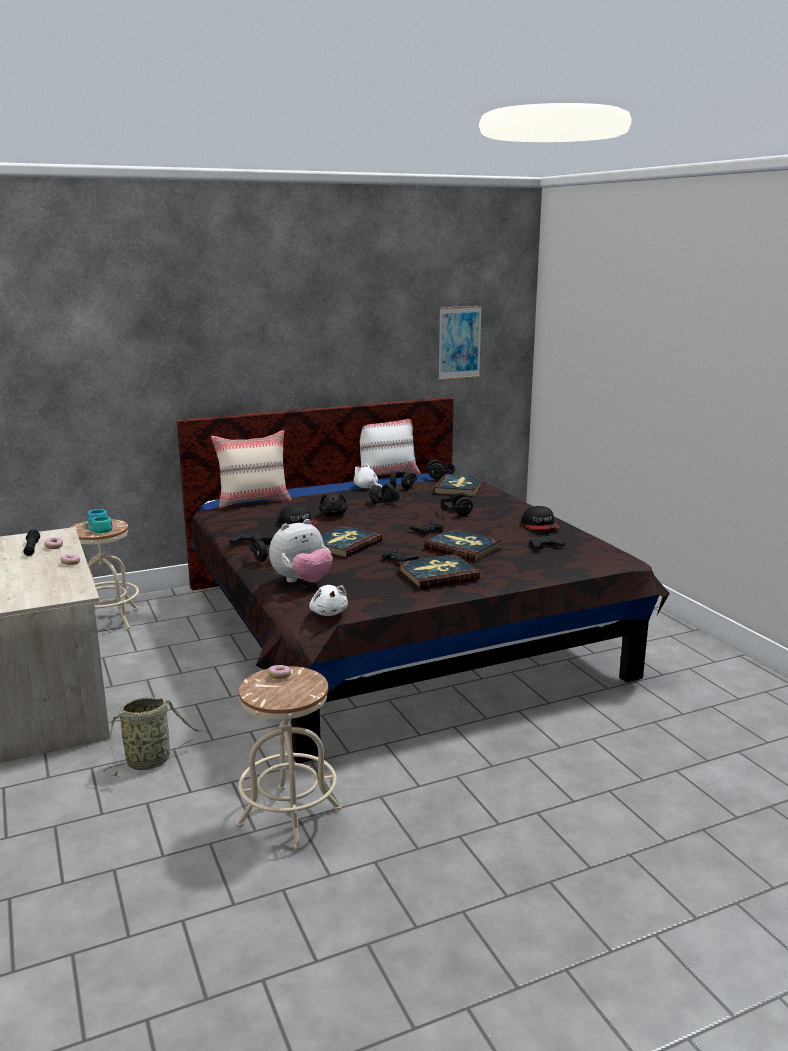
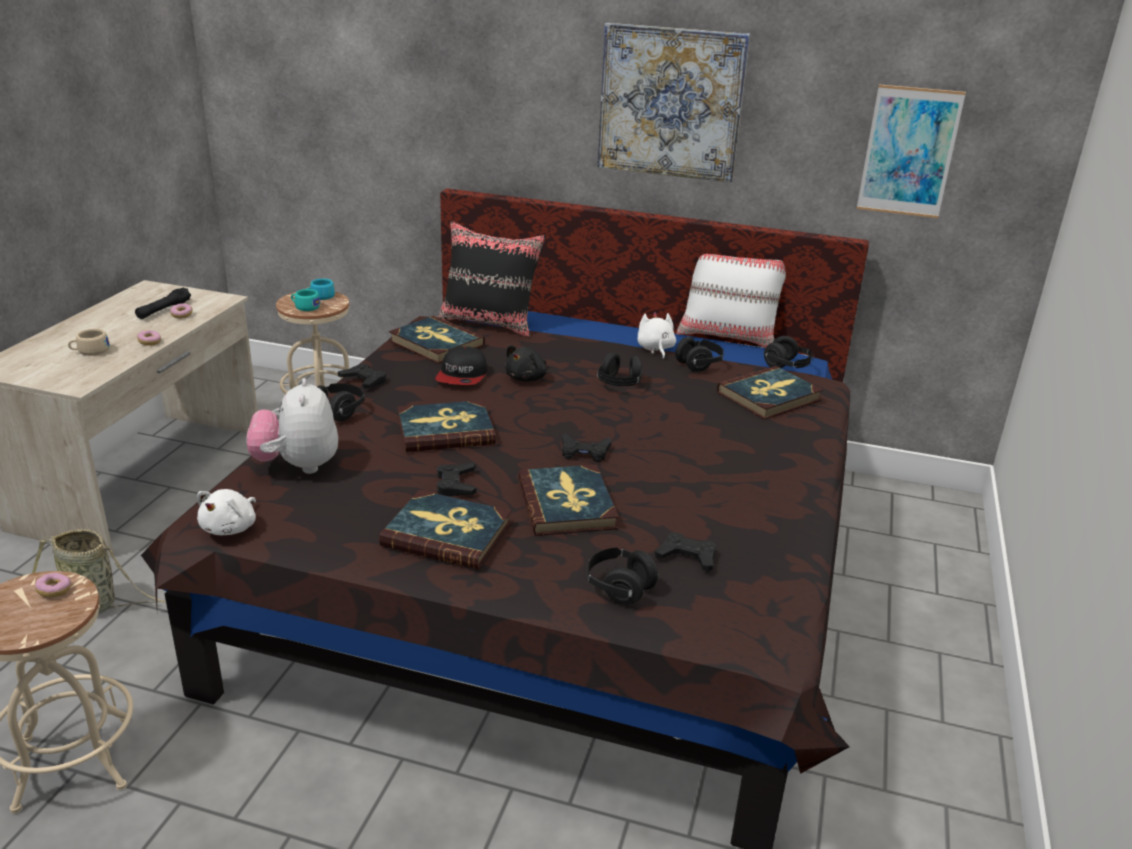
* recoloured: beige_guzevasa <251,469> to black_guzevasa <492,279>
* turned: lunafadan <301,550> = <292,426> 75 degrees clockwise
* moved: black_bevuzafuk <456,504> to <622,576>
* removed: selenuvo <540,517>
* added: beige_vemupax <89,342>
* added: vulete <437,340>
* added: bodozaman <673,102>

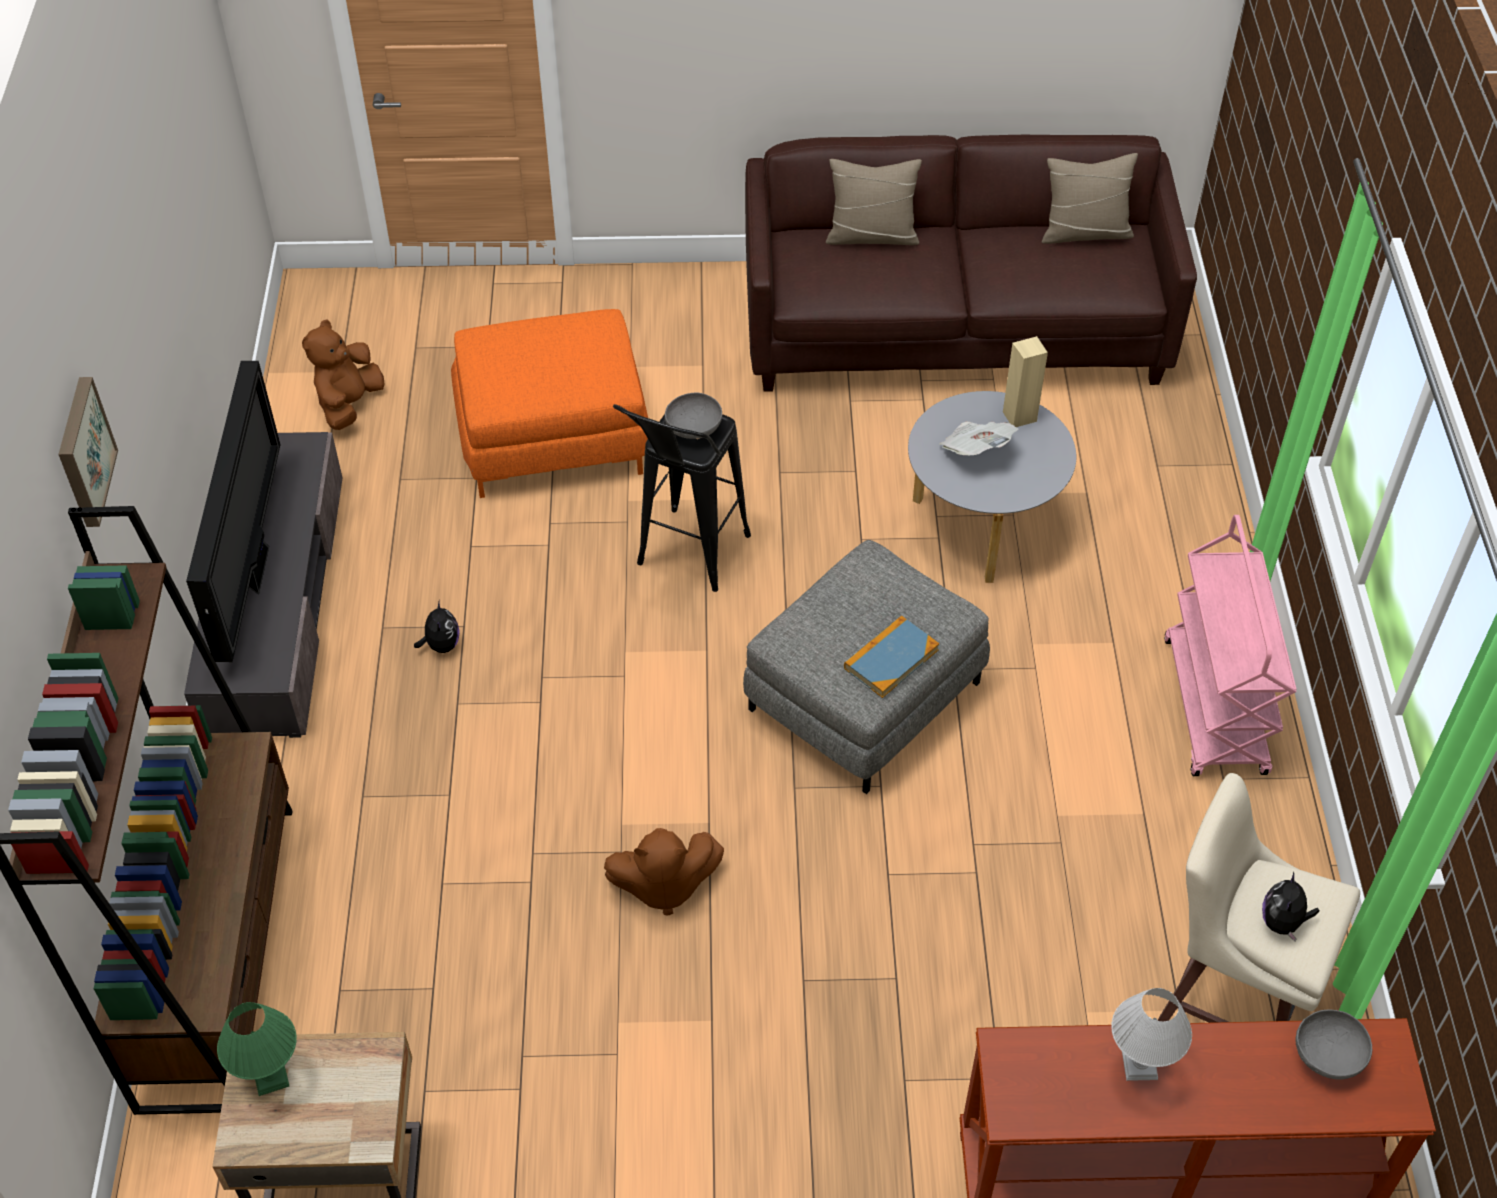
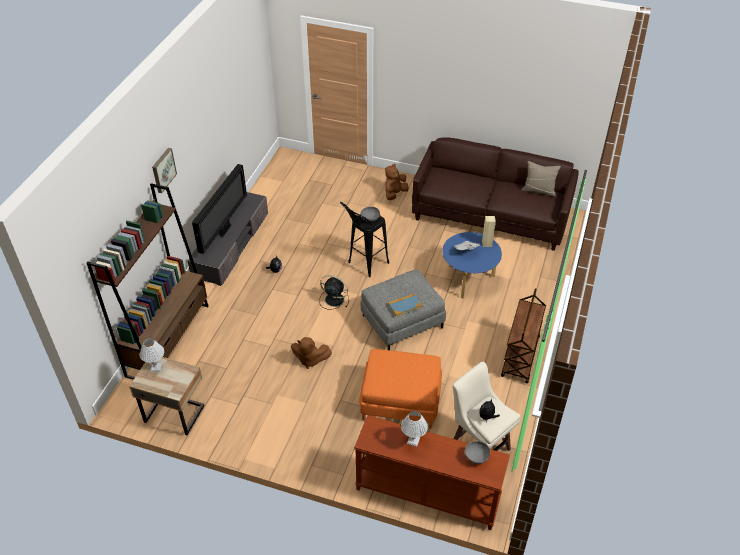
* recoloured: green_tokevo <257,1049> to white_tokevo <152,355>
* moved: brown_lunafadan <343,374> to <397,182>
* moved: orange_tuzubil <549,403> to <400,389>
* removed: beige_guzevasa <874,202>
* recoloured: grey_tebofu <992,487> to blue_tebofu <472,265>
* recoloured: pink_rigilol <1230,645> to brown_rigilol <523,335>
* added: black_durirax <334,292>

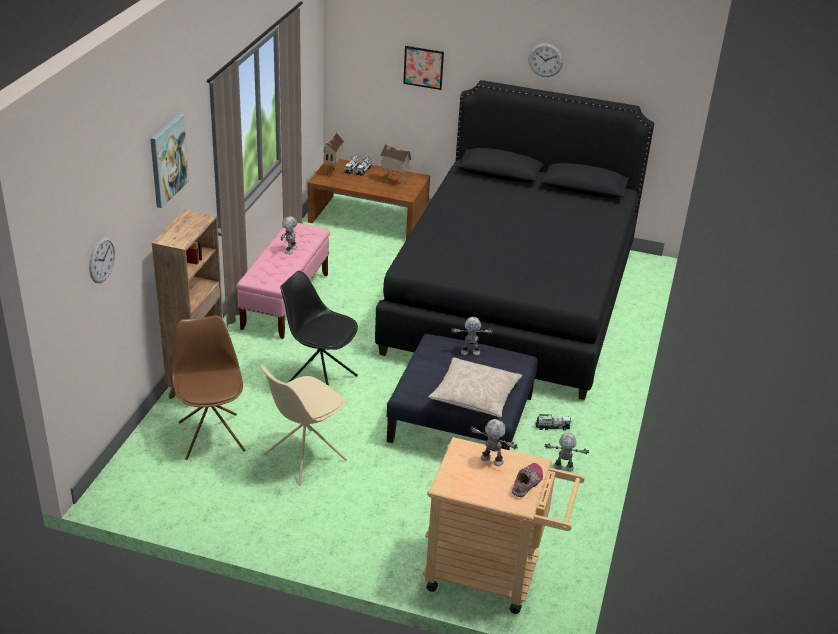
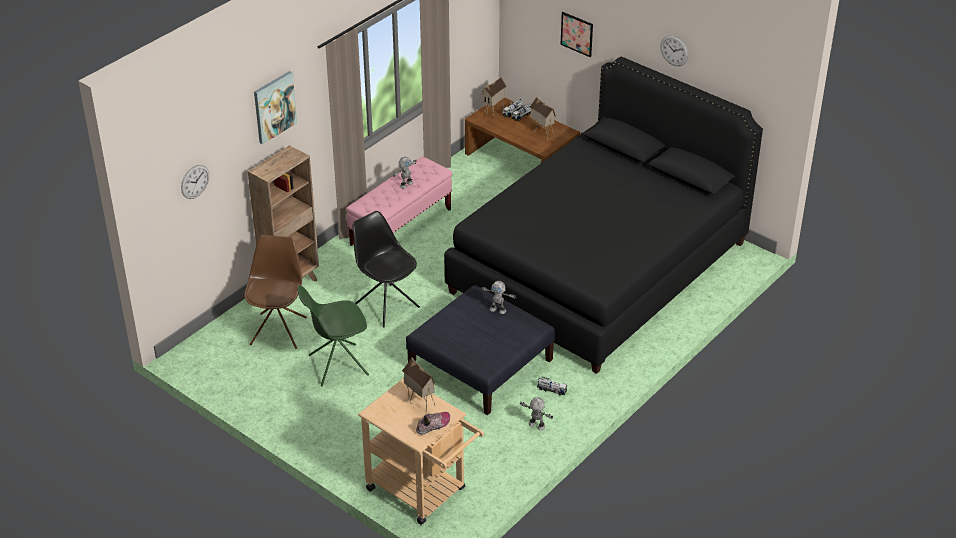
* recoloured: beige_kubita <303,425> to green_kubita <333,335>
* removed: beige_guzevasa <475,387>
* replaced: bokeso <494,442> to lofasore <419,385>

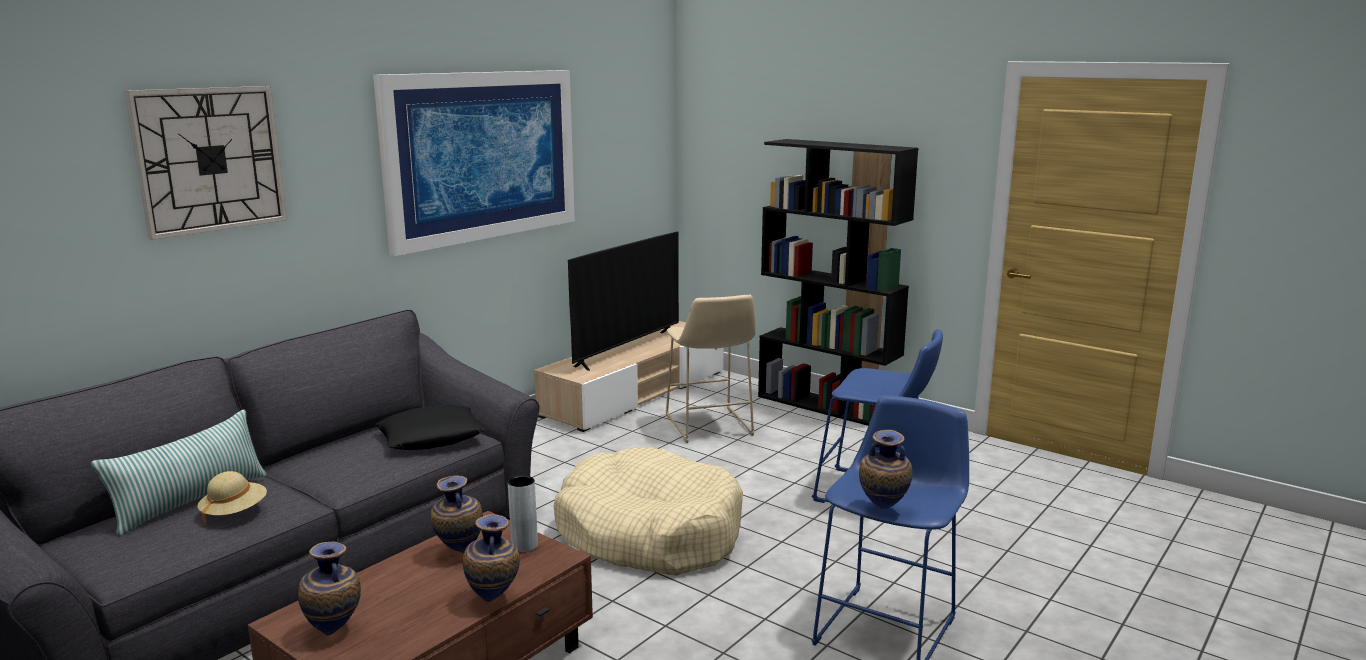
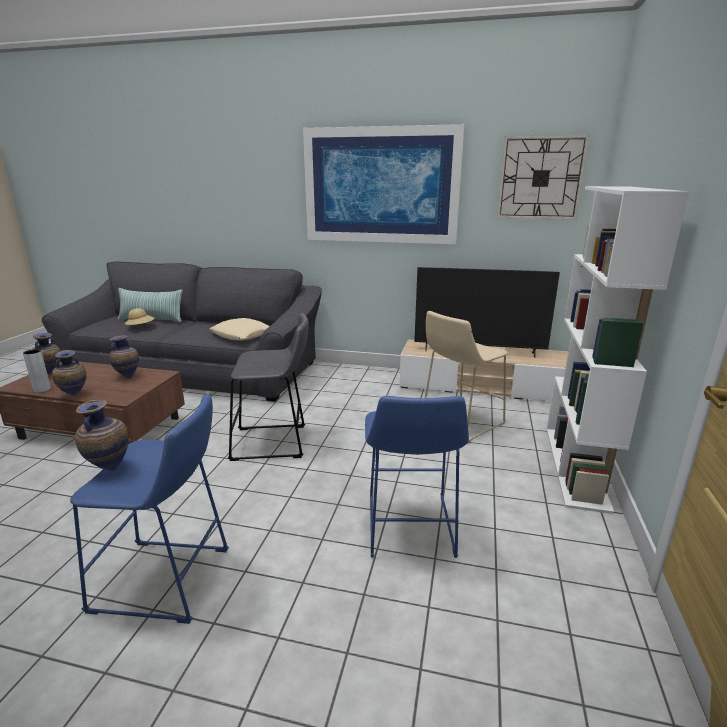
* moved: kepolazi <206,163> to <543,177>
* recoloured: black_guzevasa <430,427> to beige_guzevasa <239,329>
* moved: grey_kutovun <523,514> to <37,371>
* replaced: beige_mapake <648,511> to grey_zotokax <268,387>
* recoloured: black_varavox <838,282> to white_varavox <618,350>

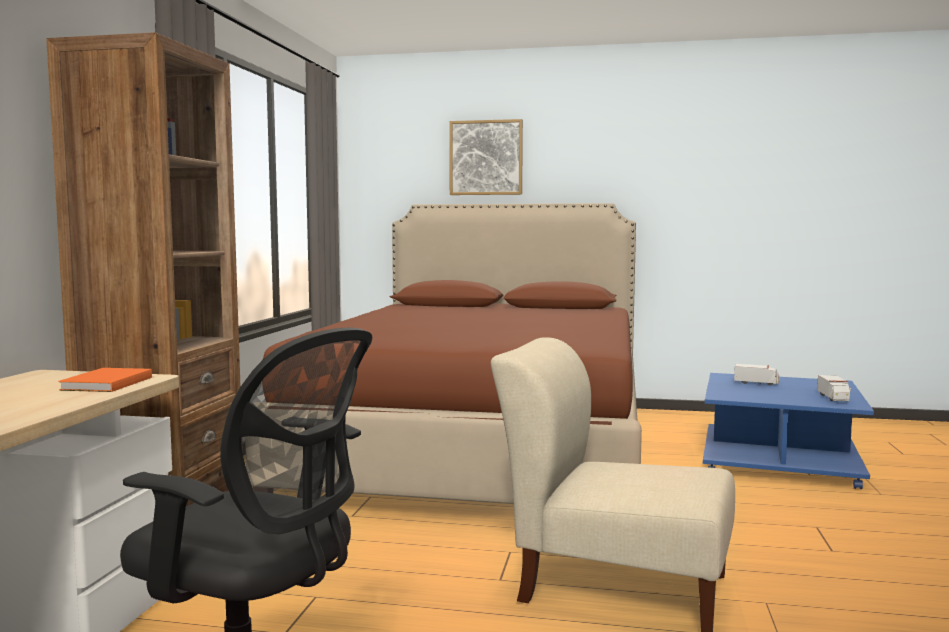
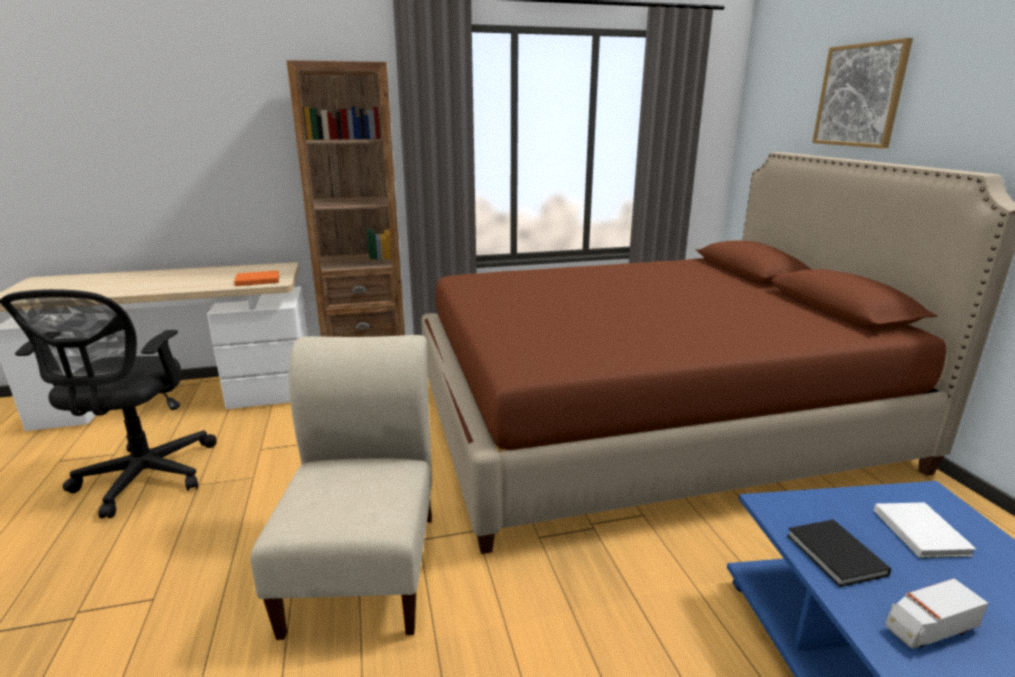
* replaced: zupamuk <756,375> to white_vulete <925,530>
* added: black_vulete <839,553>

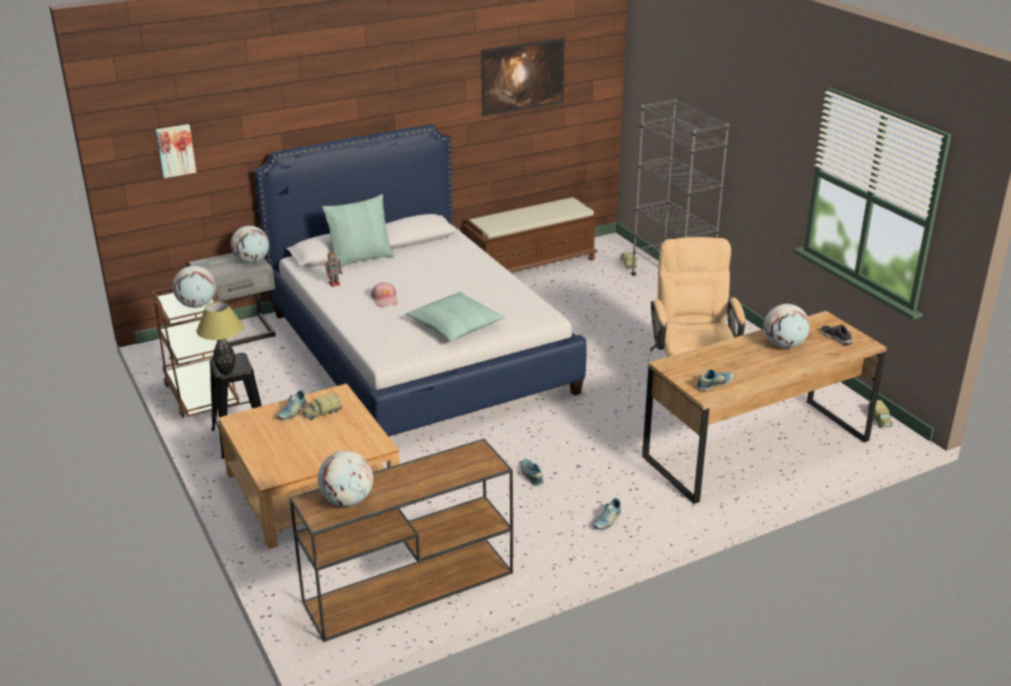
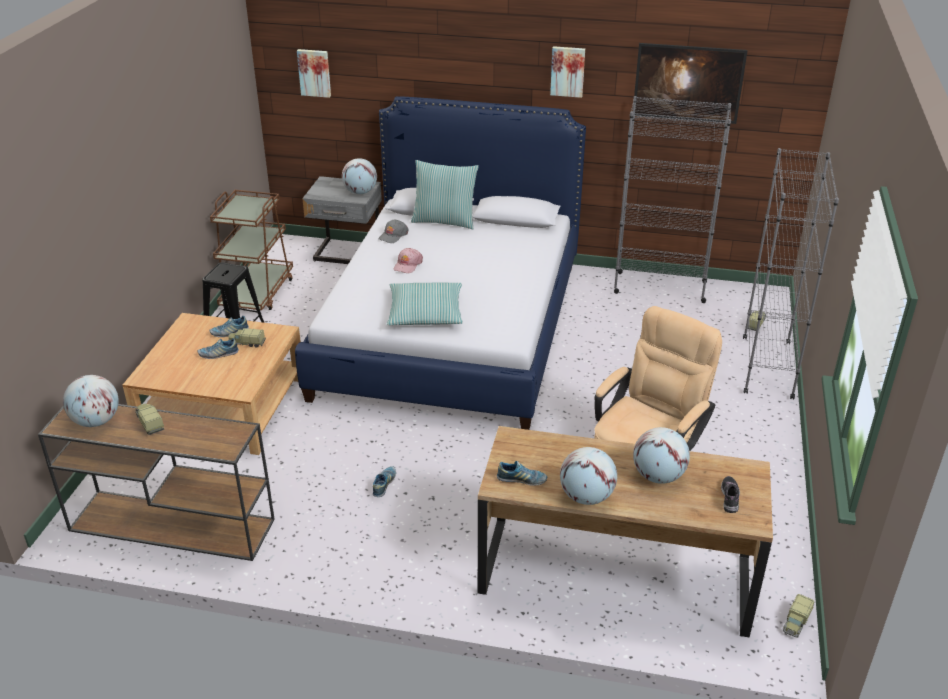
* moved: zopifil <194,287> to <588,476>
* removed: tokevo <220,338>
* replaced: bokeso <333,268> to grey_selenuvo <393,231>
* replaced: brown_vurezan <531,234> to grey_varavox <672,199>
* moved: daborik <607,514> to <218,348>
* added: zupamuk <149,419>
* added: bodozaman <567,72>

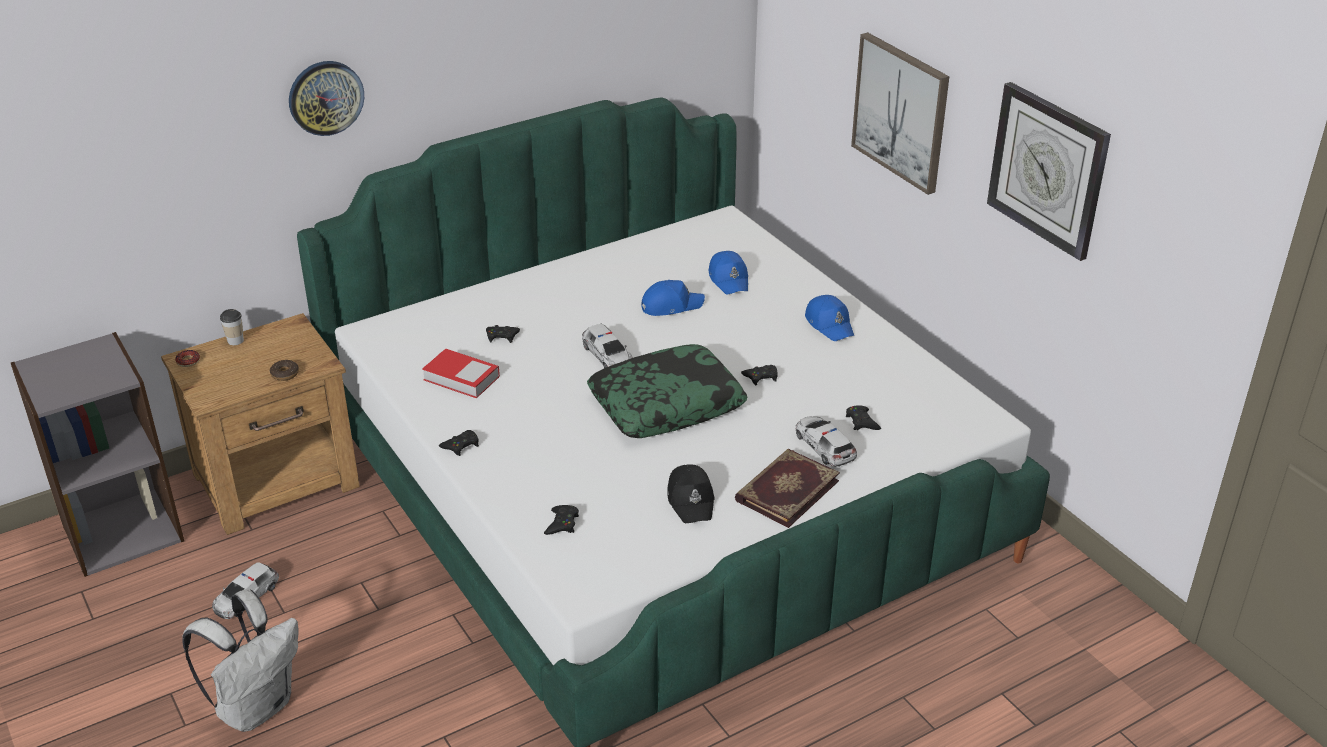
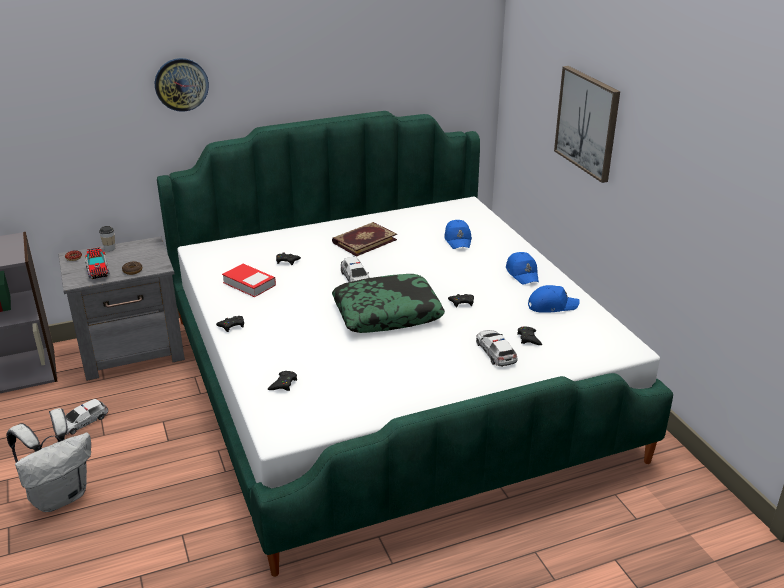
* recoloured: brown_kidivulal <260,424> to grey_kidivulal <121,308>
* moved: blue_selenuvo <673,298> to <554,299>
* removed: black_selenuvo <691,493>
* moved: vulete <787,488> to <364,239>
* removed: kepolazi <1049,171>
* added: zupamuk <97,263>

